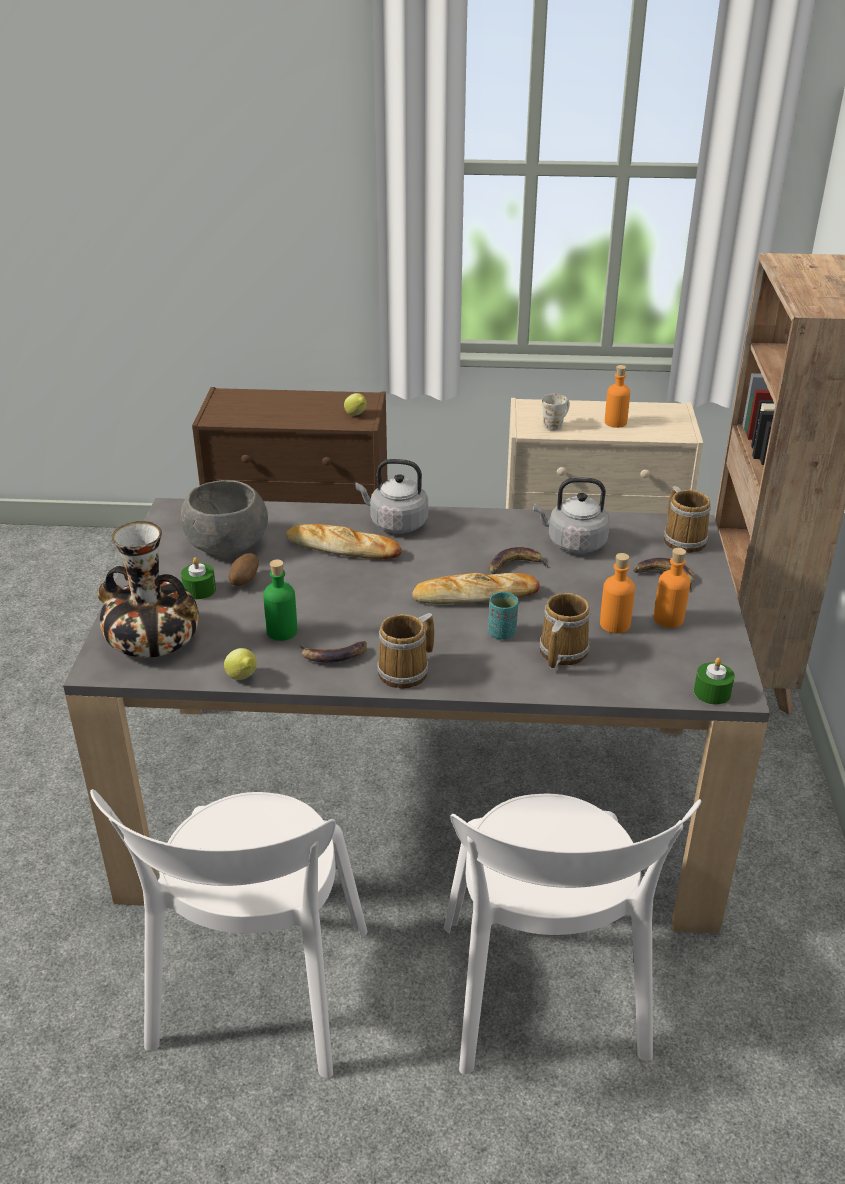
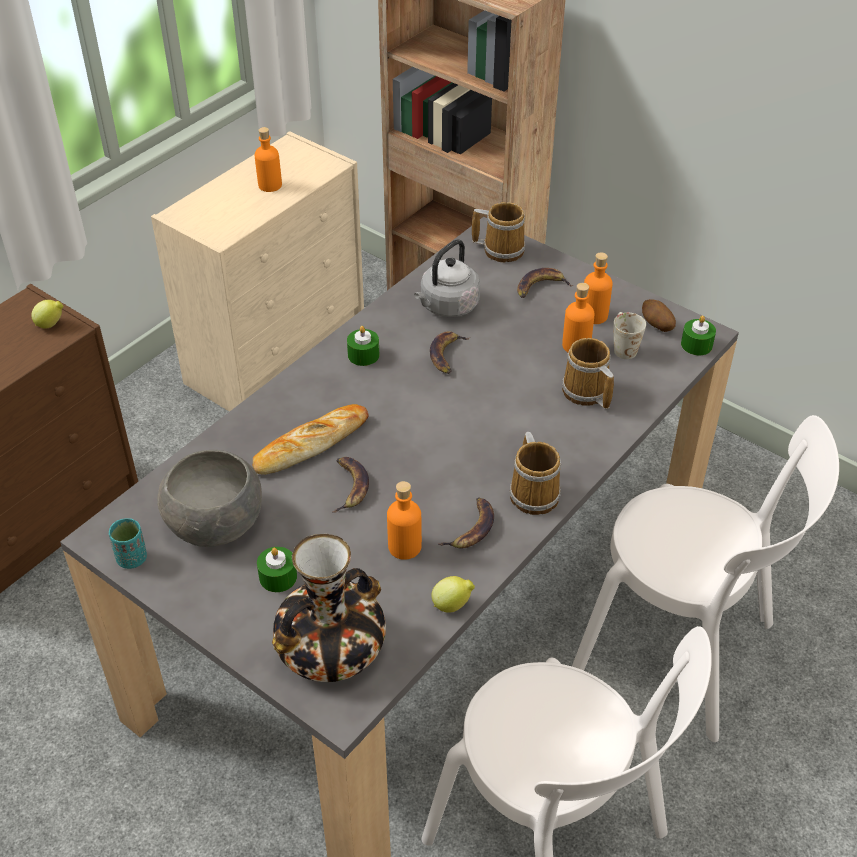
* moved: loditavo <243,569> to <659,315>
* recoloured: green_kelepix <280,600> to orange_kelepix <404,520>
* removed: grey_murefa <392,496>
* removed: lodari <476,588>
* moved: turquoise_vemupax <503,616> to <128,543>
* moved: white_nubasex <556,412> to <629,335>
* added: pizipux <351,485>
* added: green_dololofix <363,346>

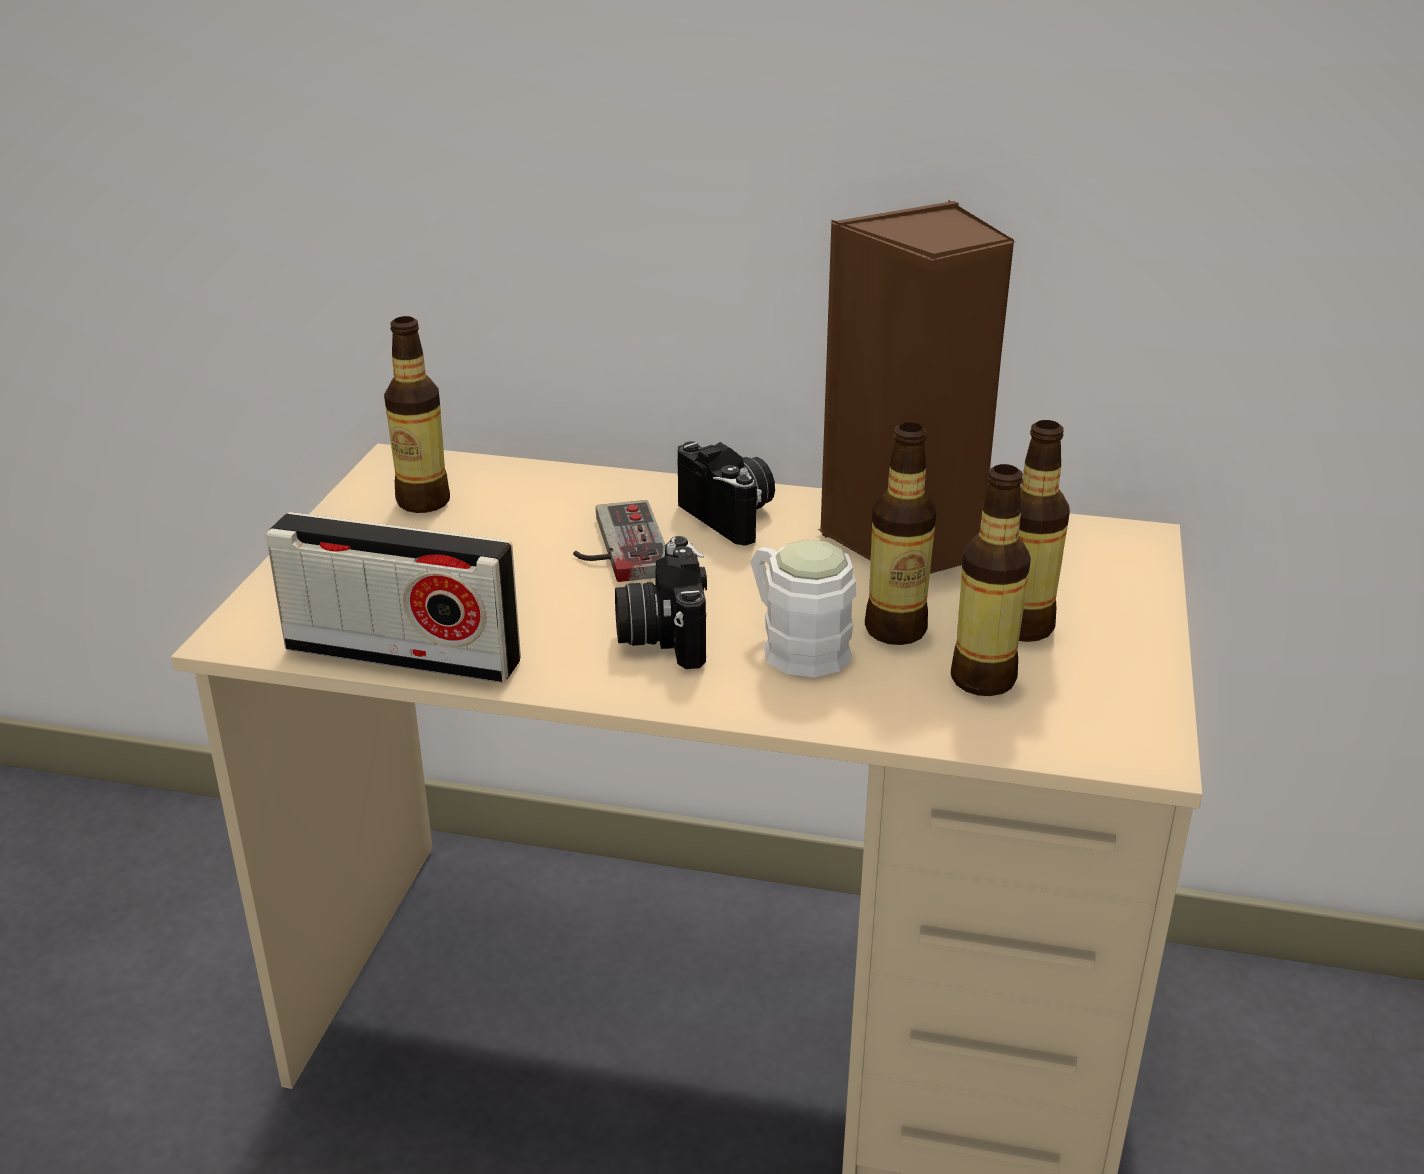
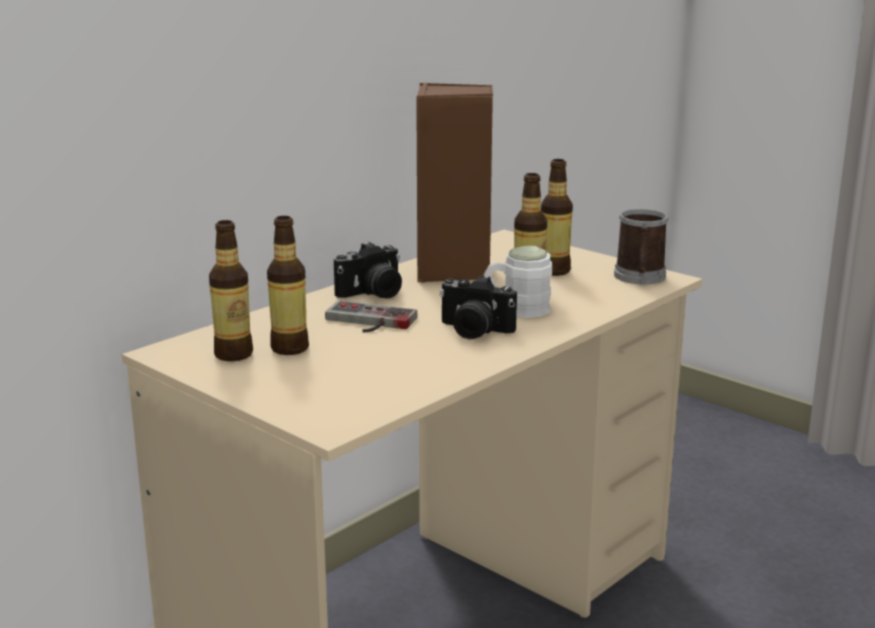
* removed: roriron <393,597>
* turned: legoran <726,493> = <368,270> 150 degrees clockwise
* moved: kelepix <991,580> to <288,285>
* added: nubasex <641,246>

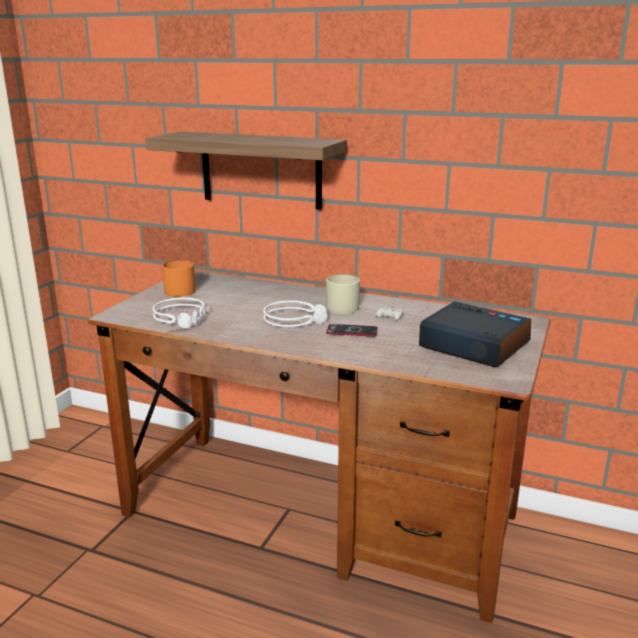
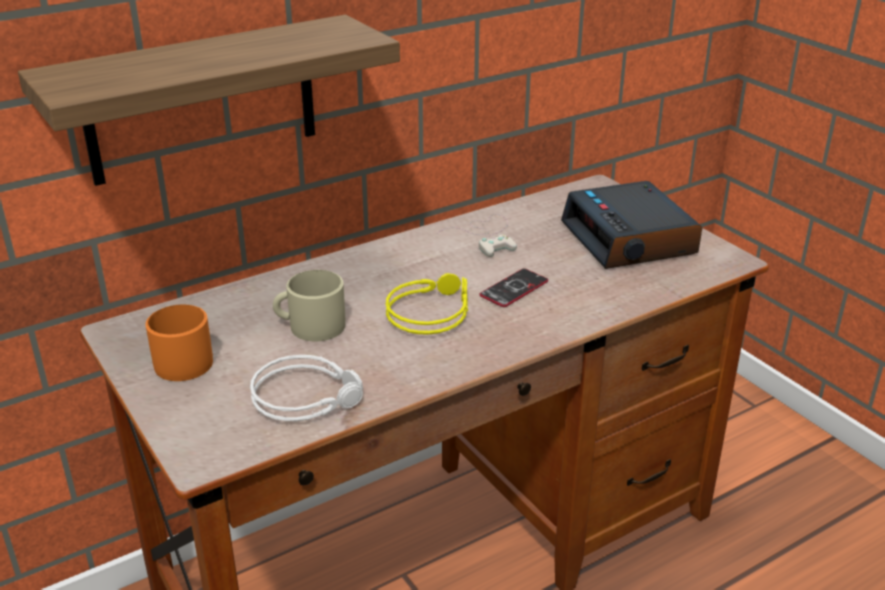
* recoloured: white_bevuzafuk <295,314> to yellow_bevuzafuk <427,303>
* moved: beige_nubasex <343,294> to <309,305>
* turned: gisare <475,334> = <631,225> 90 degrees counterclockwise

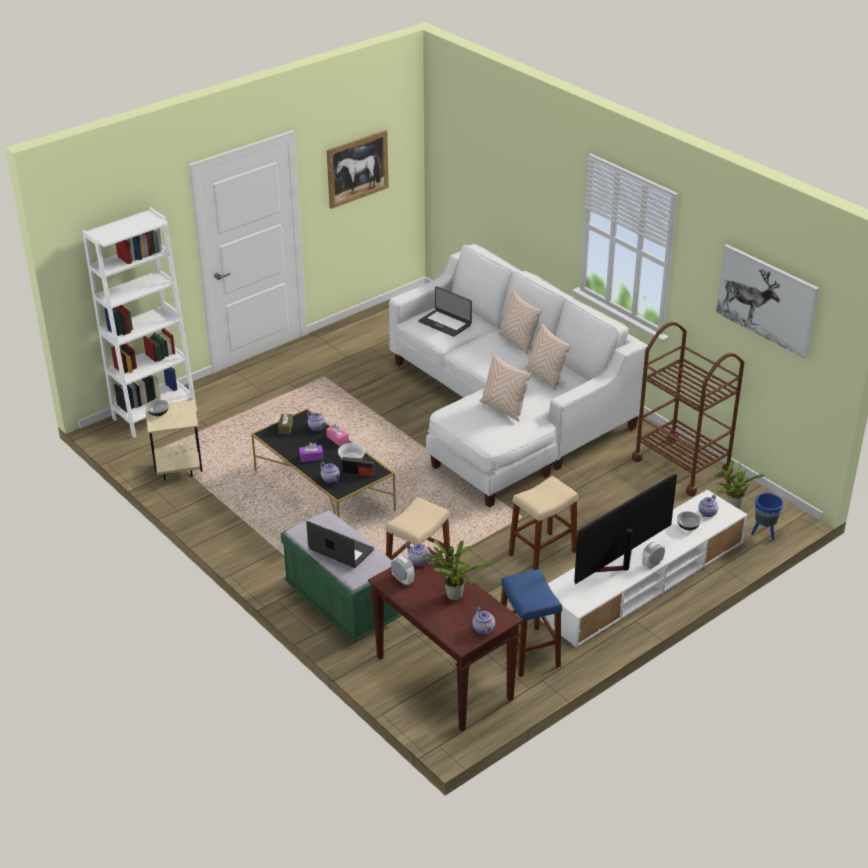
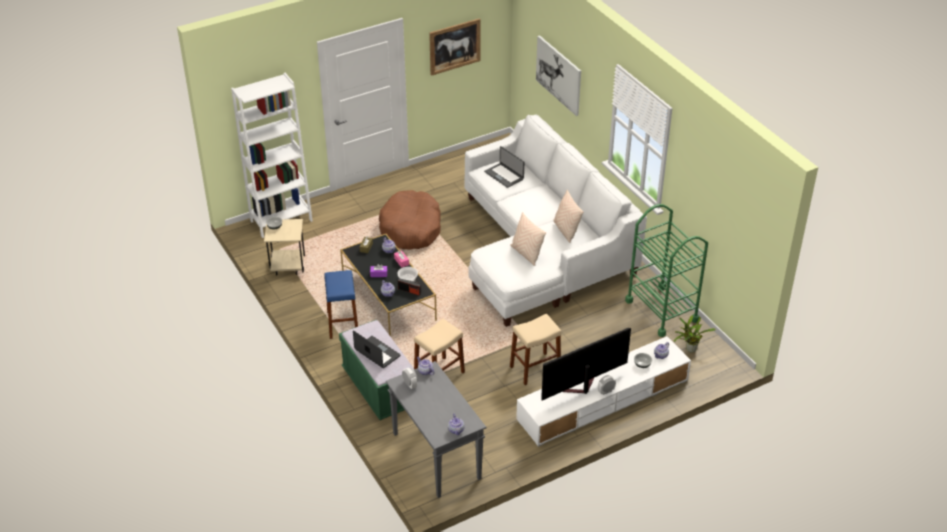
* recoloured: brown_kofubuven <445,639> to grey_kofubuven <436,429>
* removed: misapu <456,570>
* removed: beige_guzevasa <520,322>
* moved: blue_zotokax <531,623> to <341,304>
* recoloured: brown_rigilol <688,409> to green_rigilol <666,270>
* moved: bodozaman <767,301> to <558,75>
* removed: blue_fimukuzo <767,516>
* added: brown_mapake <410,220>

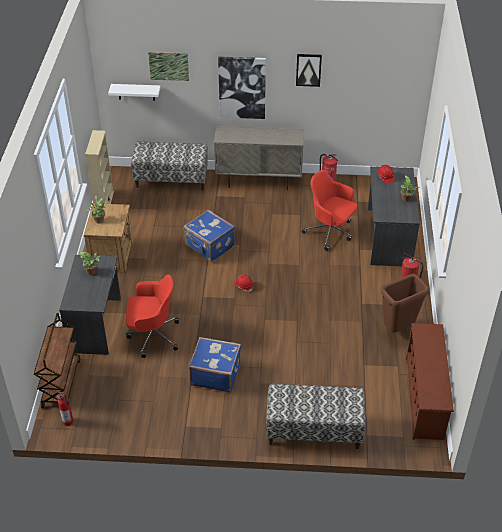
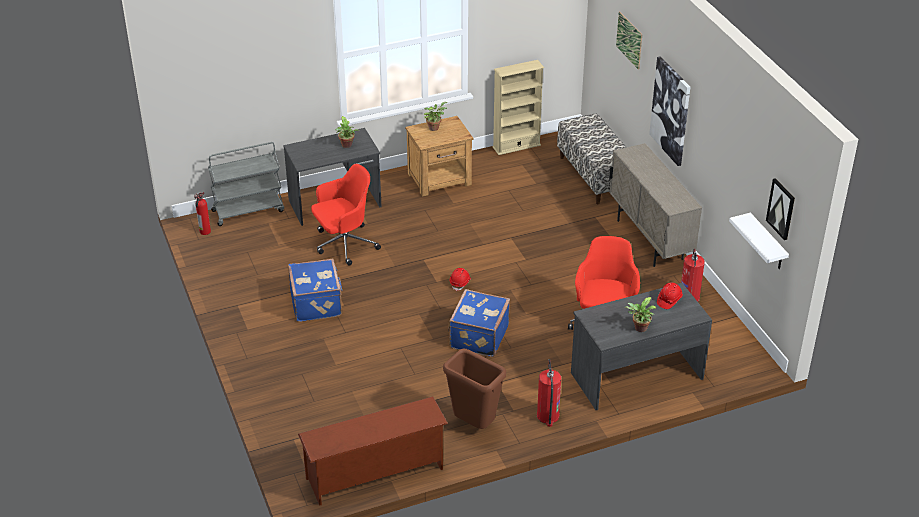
* recoloured: brown_rigilol <57,360> to grey_rigilol <246,184>
* moved: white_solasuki <134,92> to <759,241>
* turned: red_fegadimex <152,316> = <346,215> 90 degrees counterclockwise
* moved: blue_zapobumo <209,236> to <479,323>
* removed: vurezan <315,416>
* moved: bodozaman <309,70> to <780,209>

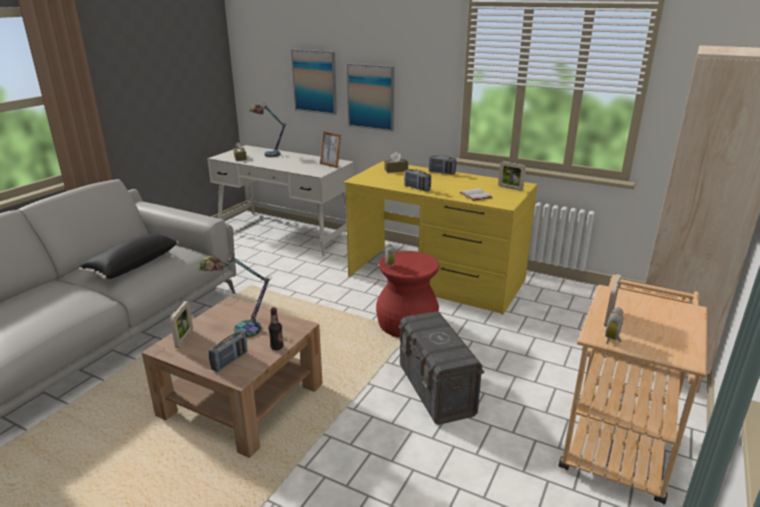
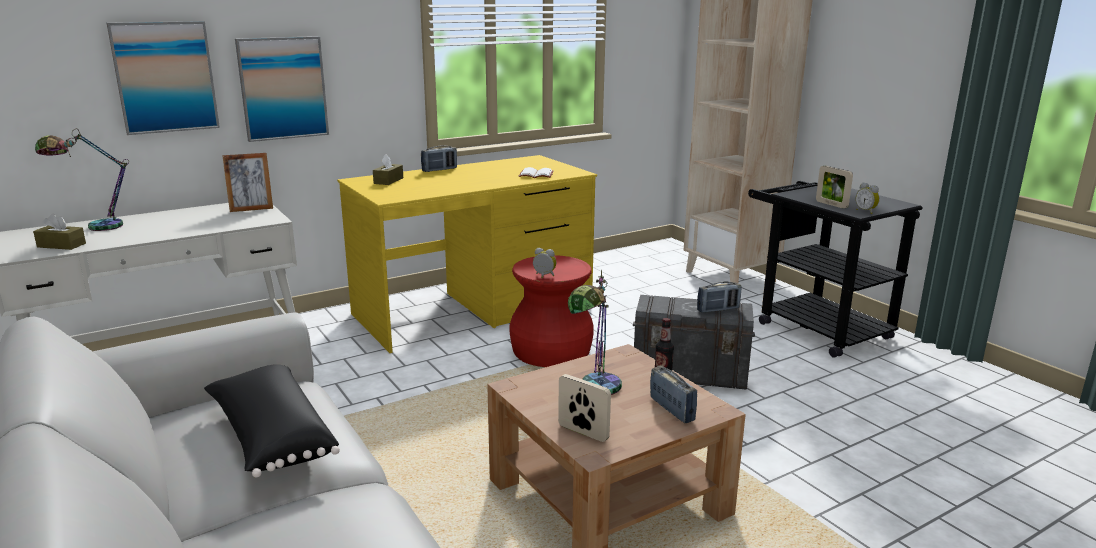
* moved: roriron <417,180> to <719,297>
* removed: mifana <512,176>
* recoloured: beige_rigilol <632,390> to black_rigilol <835,269>

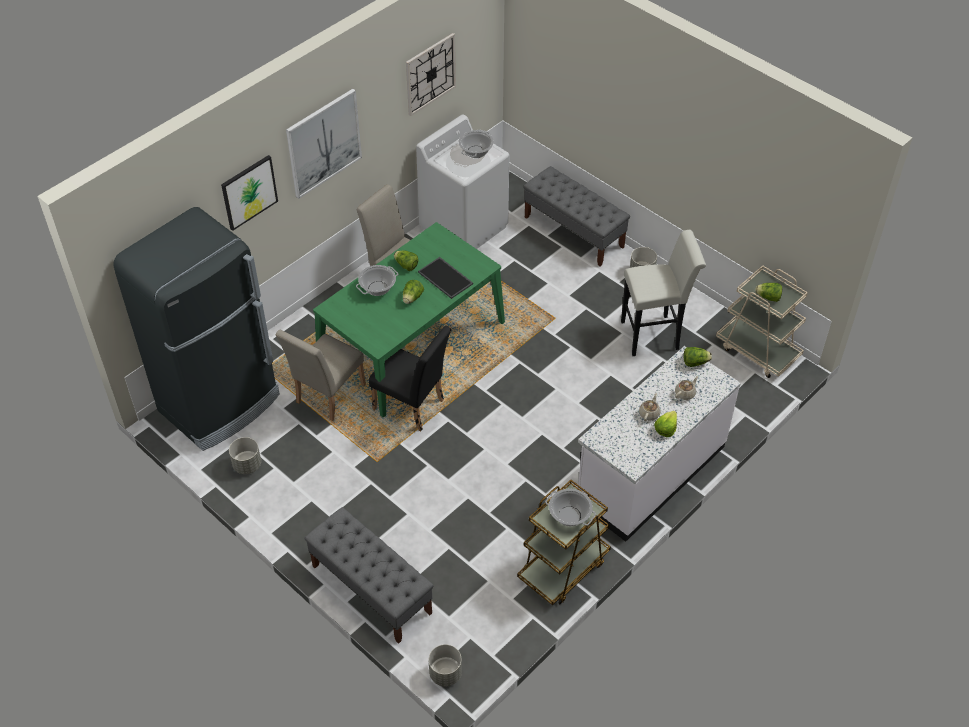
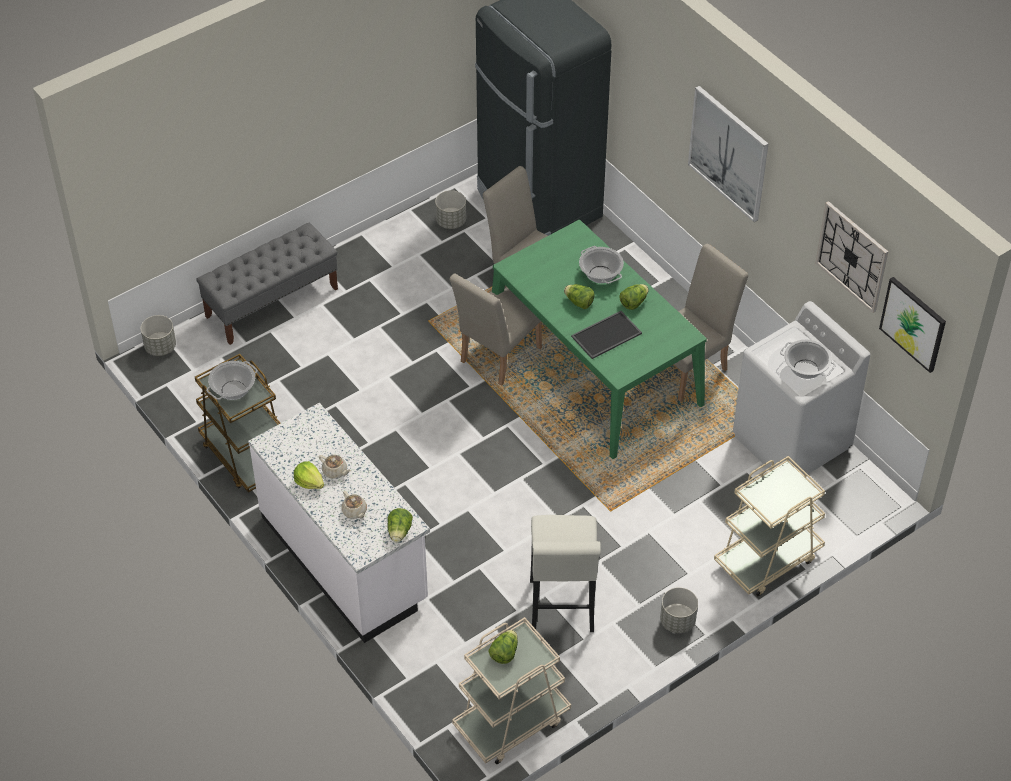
* moved: bodozaman <249,193> to <912,325>
* recoloured: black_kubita <410,378> to beige_kubita <495,330>
* replaced: grey_vurezan <576,216> to beige_rigilol <769,526>

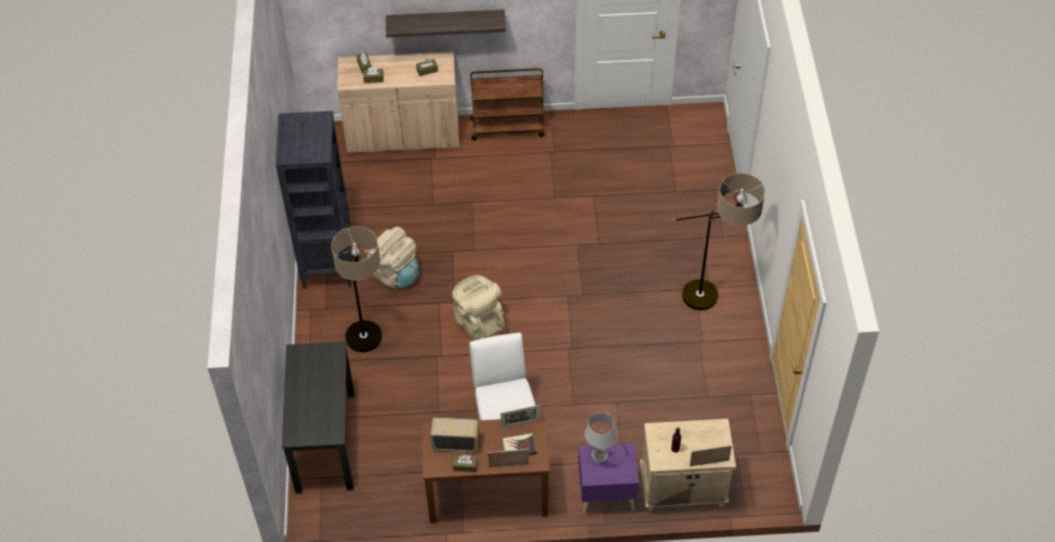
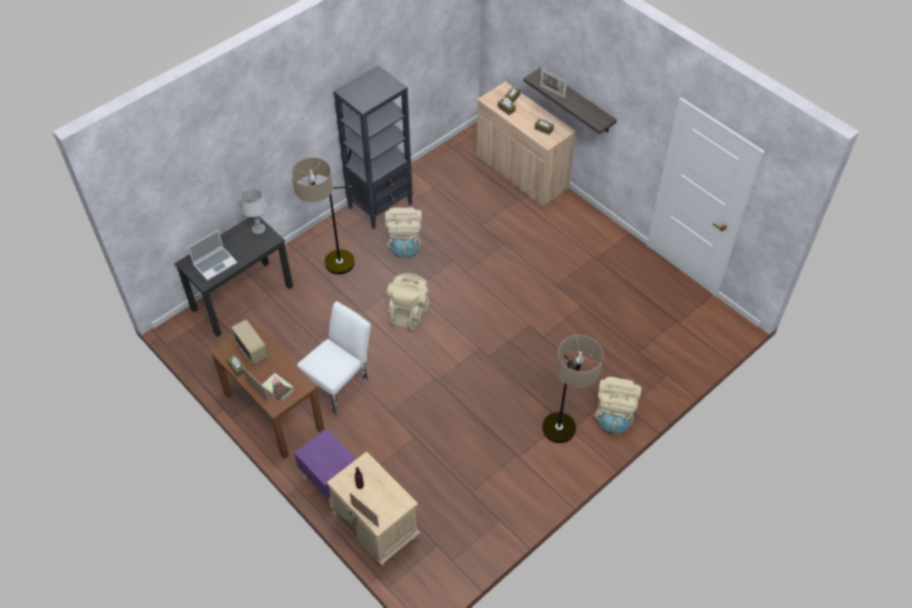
* removed: brown_rigilol <507,104>
* moved: mifana <520,417> to <553,83>
* moved: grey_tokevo <601,437> to <254,211>
* added: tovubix <212,255>
* added: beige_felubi <617,405>

